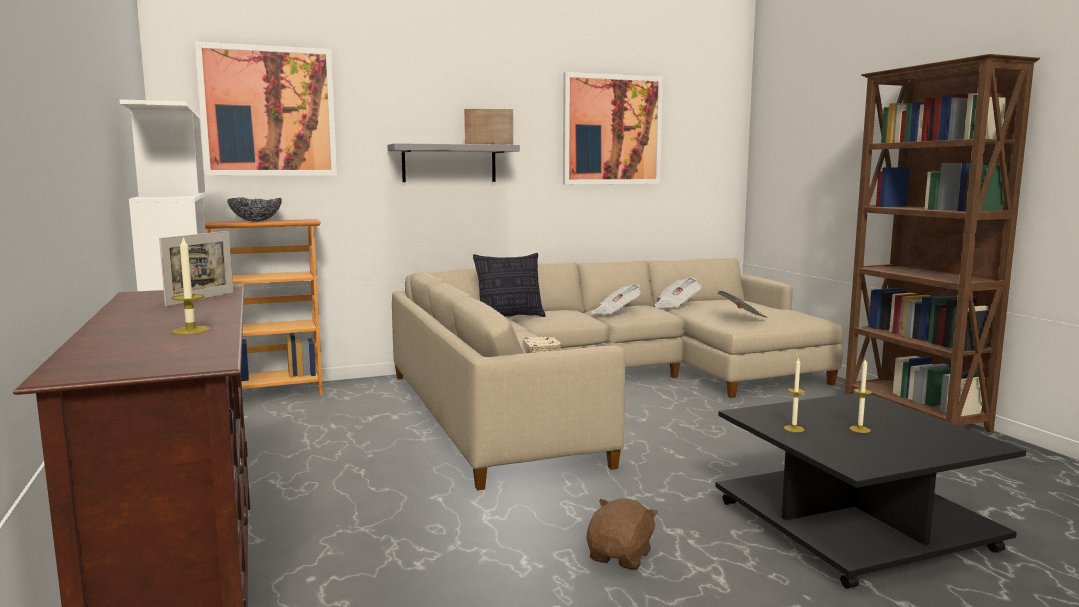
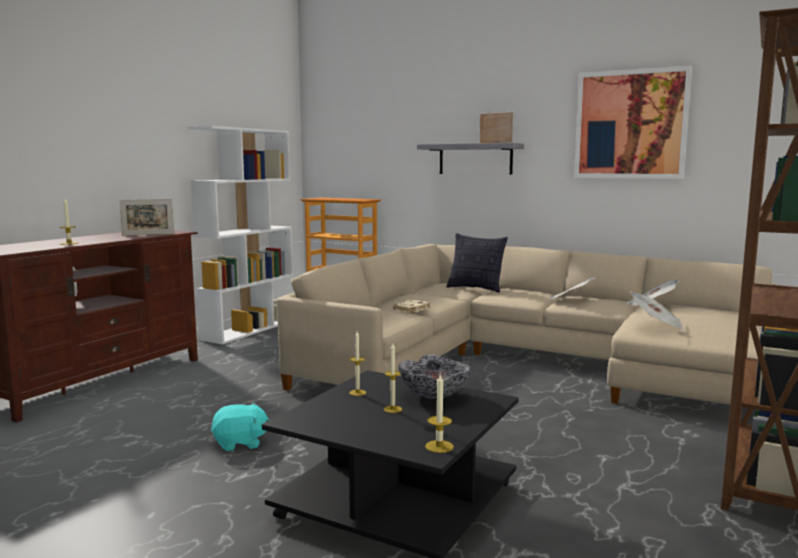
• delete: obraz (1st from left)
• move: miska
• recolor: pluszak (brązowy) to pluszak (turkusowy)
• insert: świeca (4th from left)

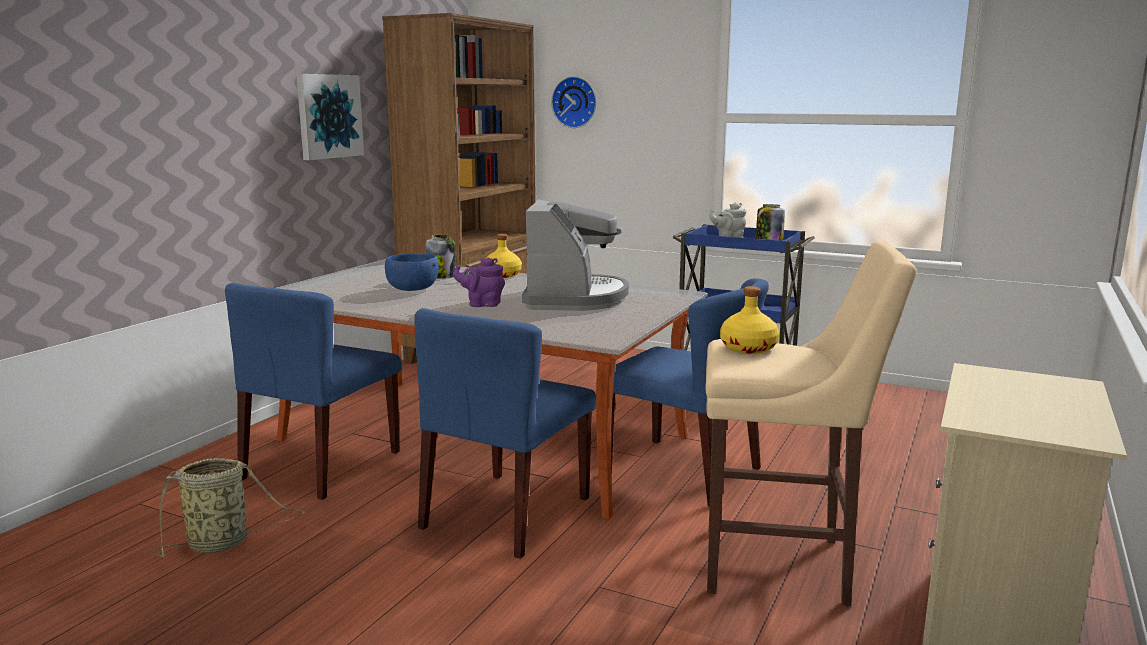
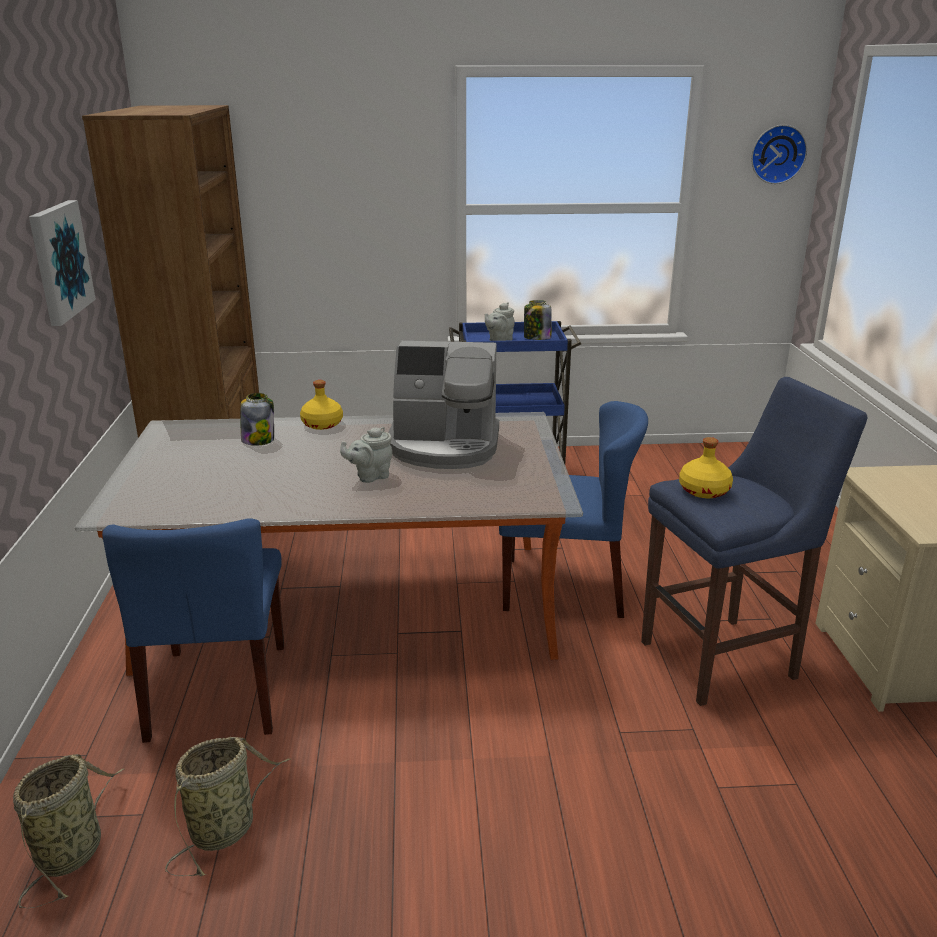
• delete: miska (niebieski)
• delete: krzesło (niebieski) (2nd from left)
• recolor: imbryk (fioletowy) to imbryk (szary) (1st from left)
• rotate: ekspres do kawy 120 degrees clockwise
• move: zegar ścienny
• recolor: stołek (beżowy) to stołek (niebieski)
• insert: koszyk (1st from left)

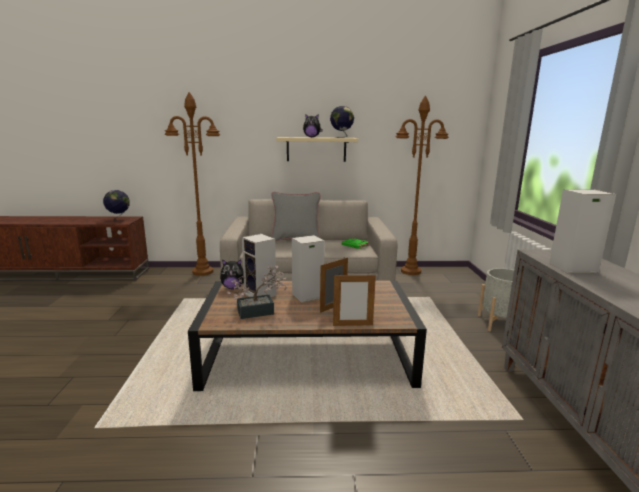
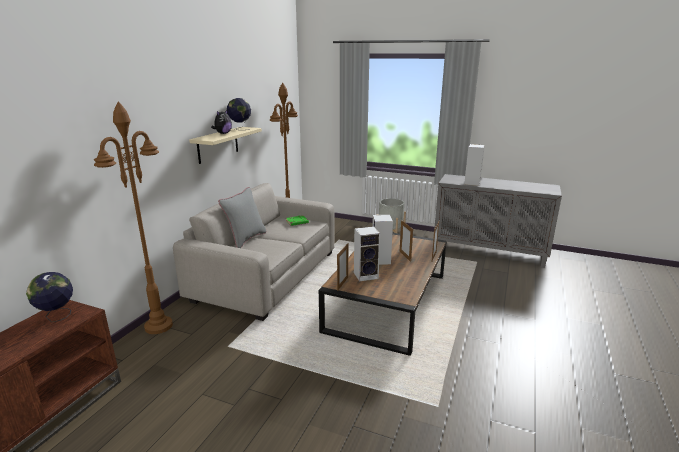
• replace: pluszak (1st from left) to ramka na zdjęcie (1st from left)
• delete: roślina doniczkowa

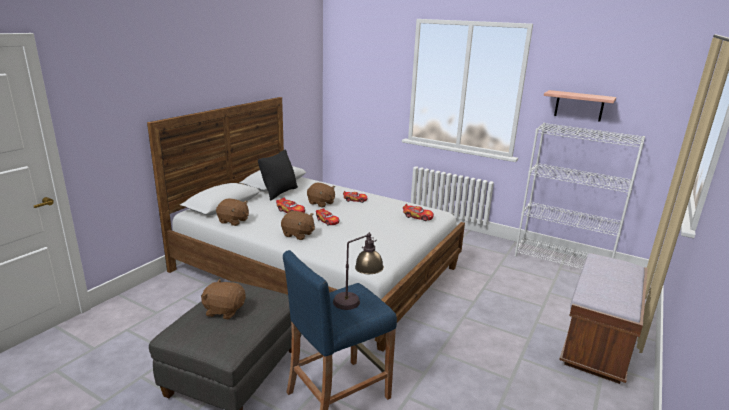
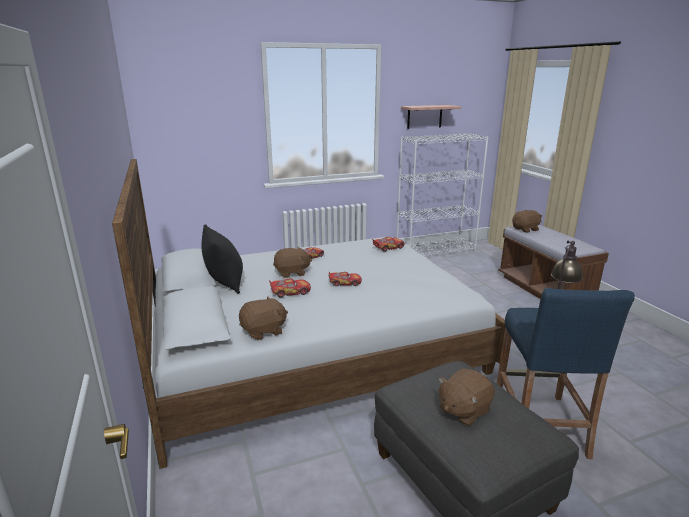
• move: pluszak (brązowy) (3rd from left in the first image) to pluszak (brązowy) (4th from left)

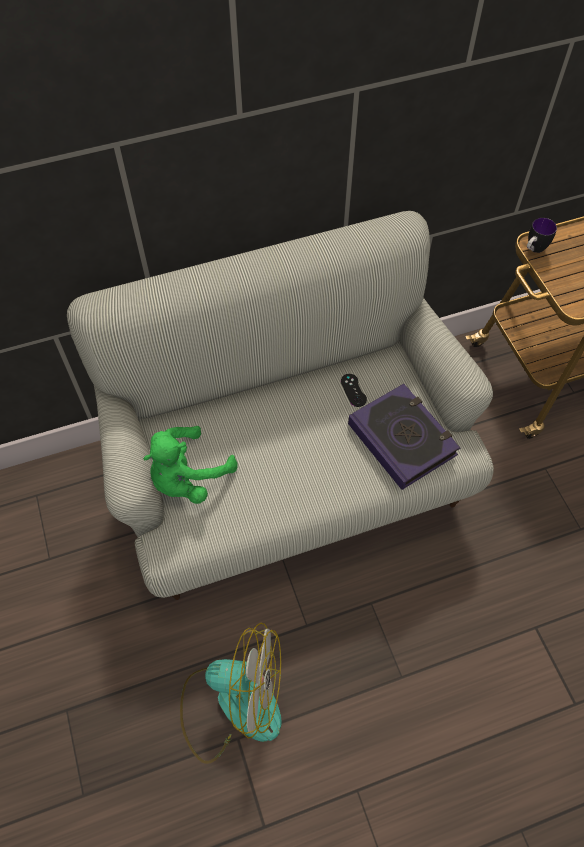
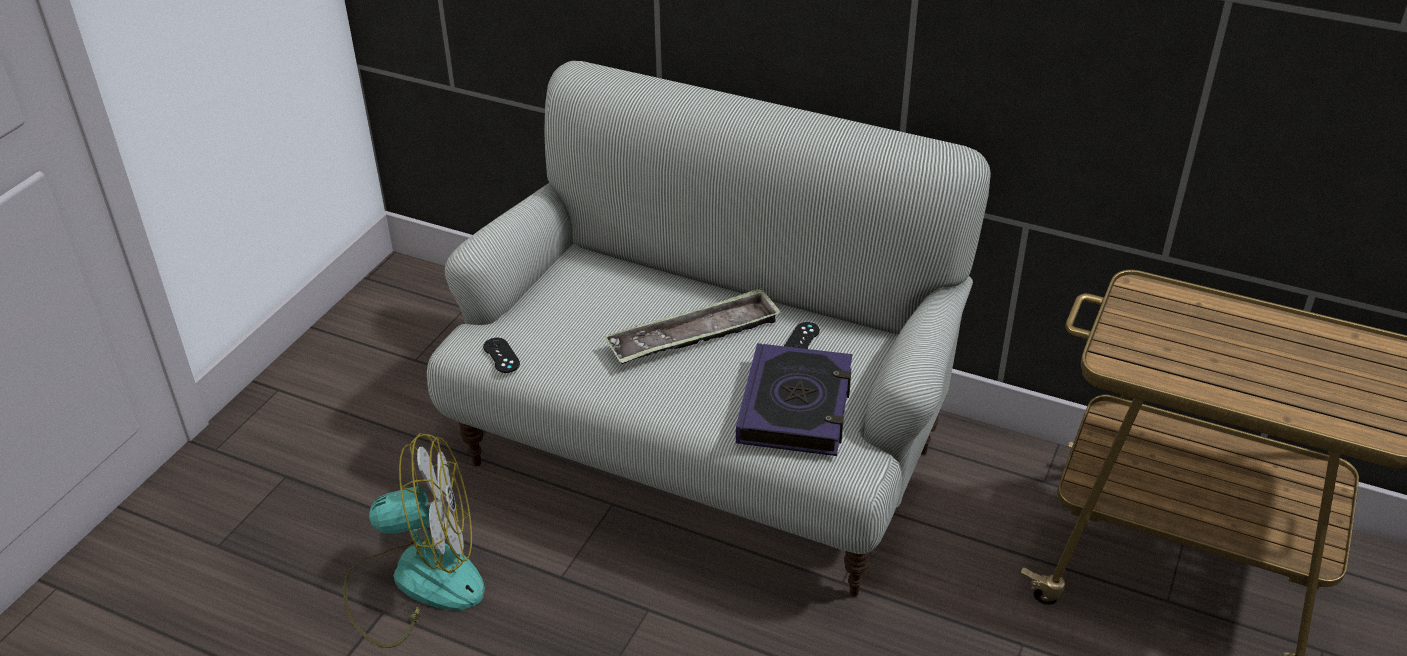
• delete: pluszak (zielony)
• rotate: wentylator 60 degrees counterclockwise
• delete: kubek
• insert: pad do gier (czarny) (1st from left)
• insert: taca

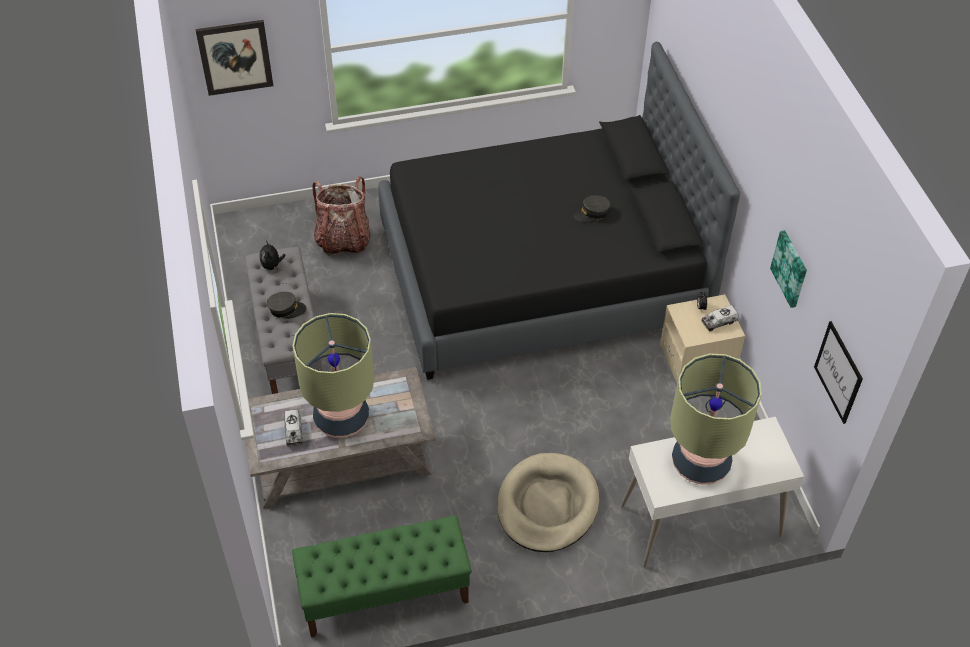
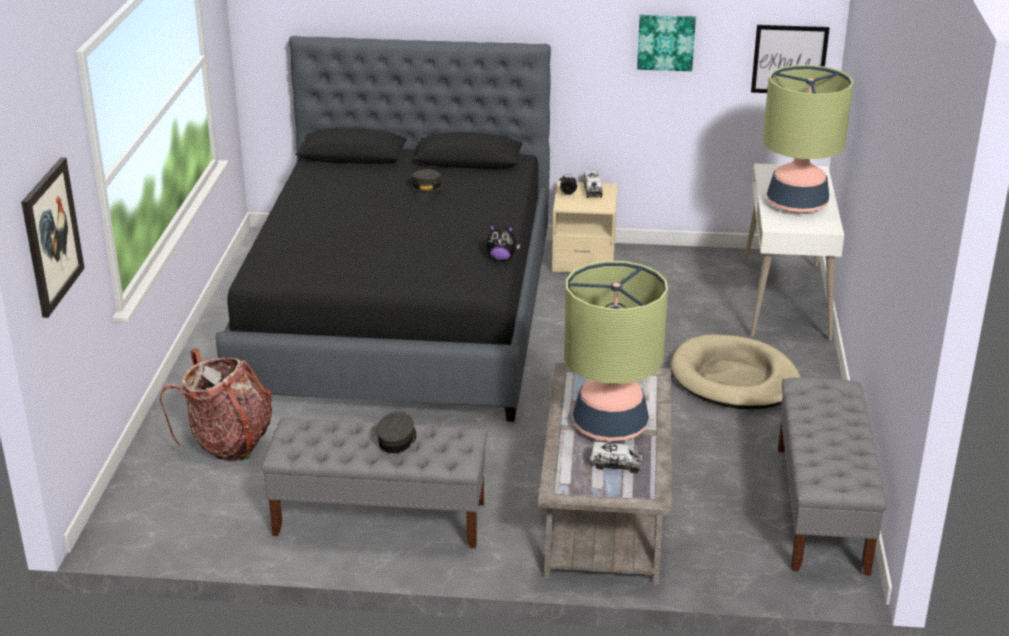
• move: pluszak
• recolor: ławka (zielony) to ławka (szary) (2nd from left)

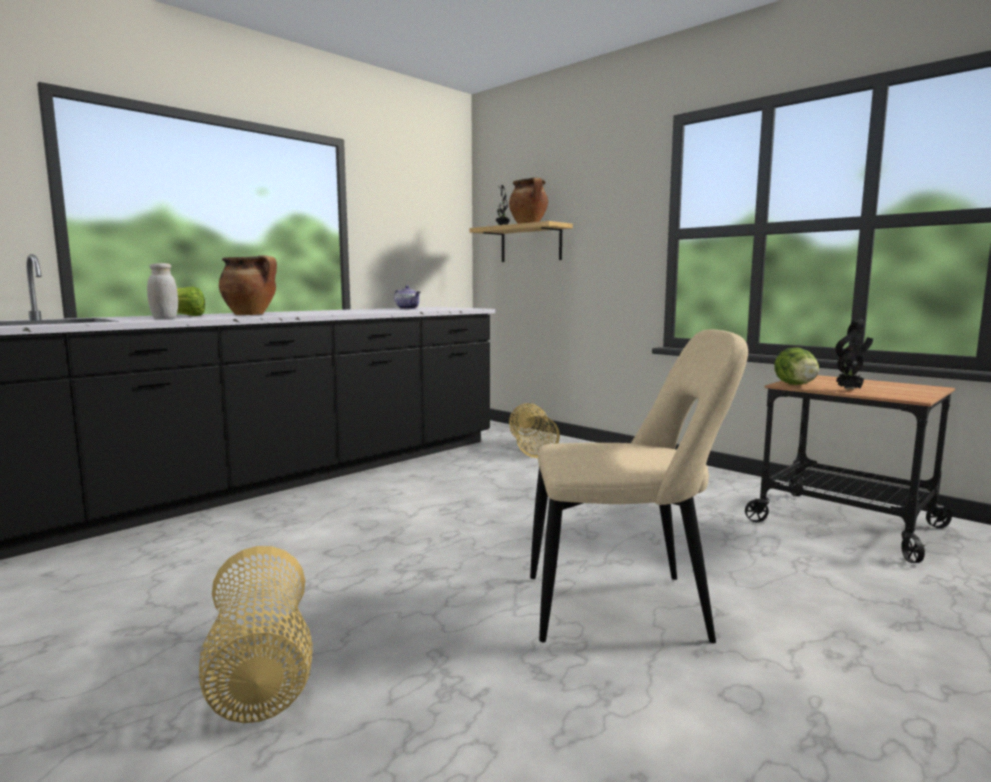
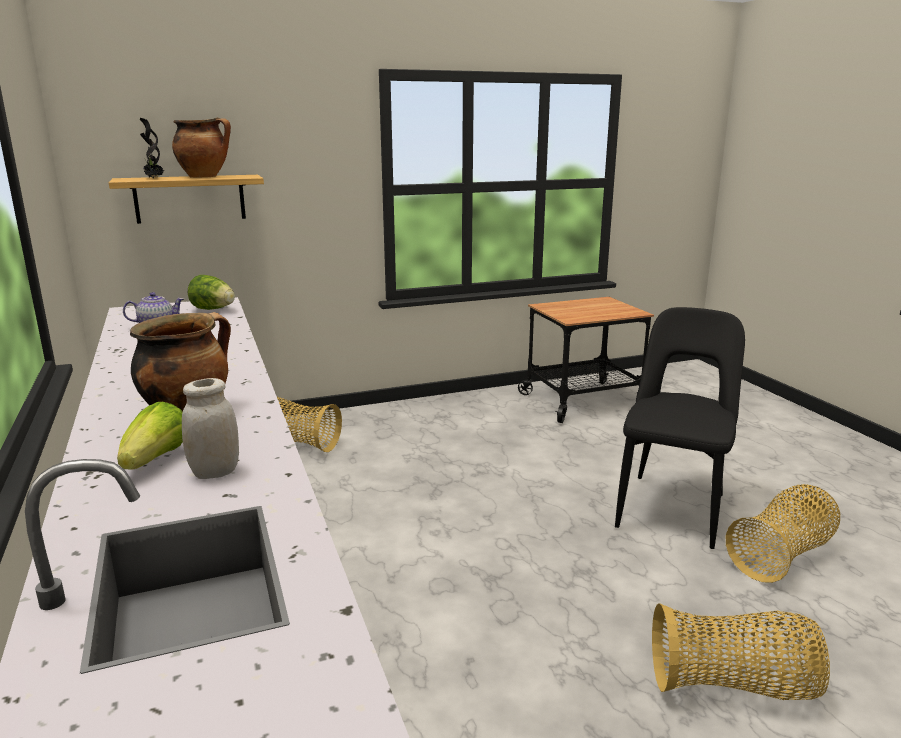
• recolor: krzesło (beżowy) to krzesło (czarny)
• move: sałata (2nd from left)
• delete: roślina doniczkowa (2nd from left)
• insert: koszyk (3rd from left)

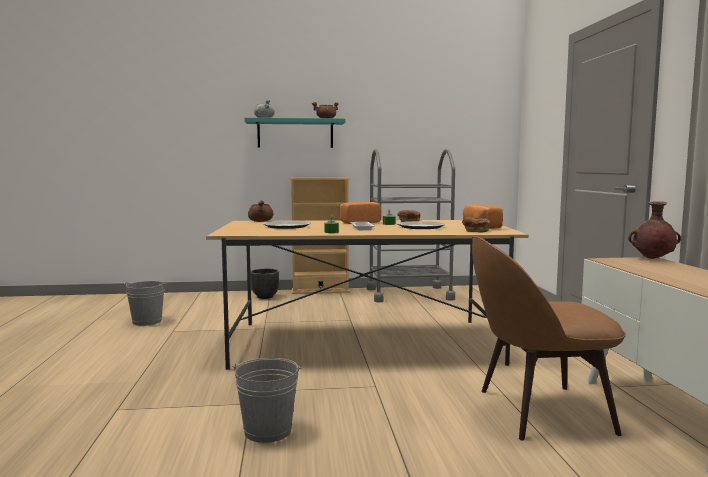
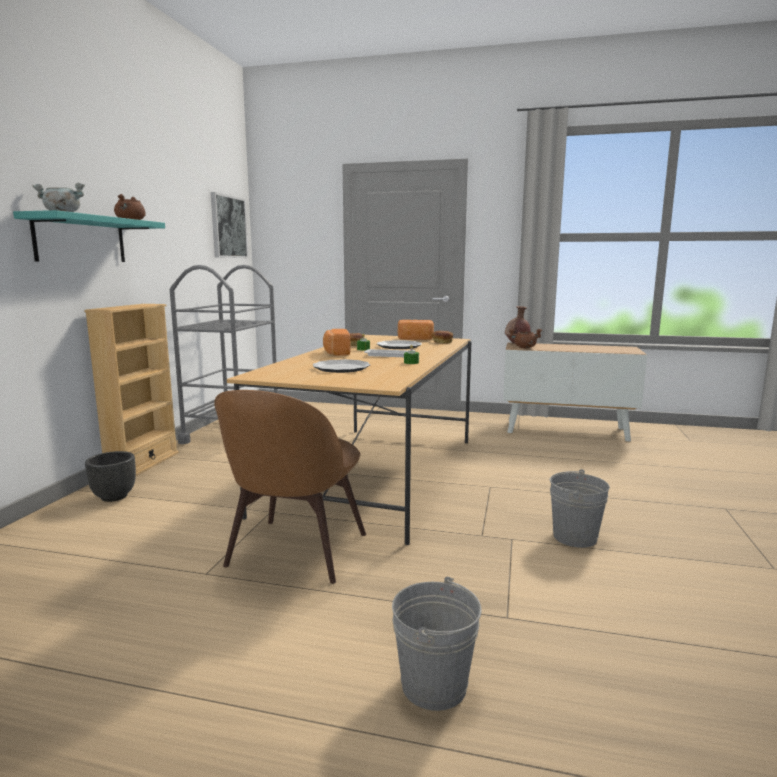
• move: wiadro (szary) (1st from left)
• move: garnek (brązowy) (1st from left in the first image) to garnek (brązowy) (2nd from left)
• move: krzesło (brązowy)
• insert: obraz

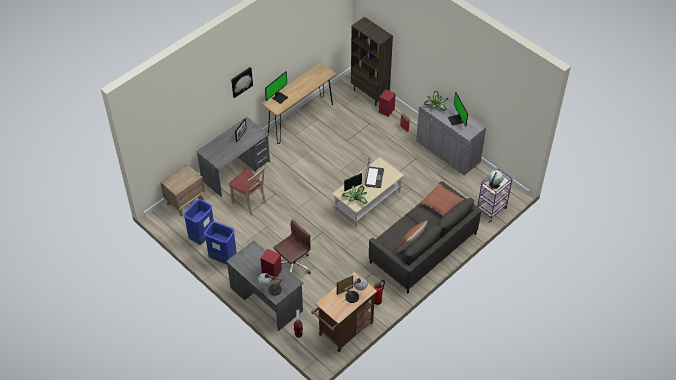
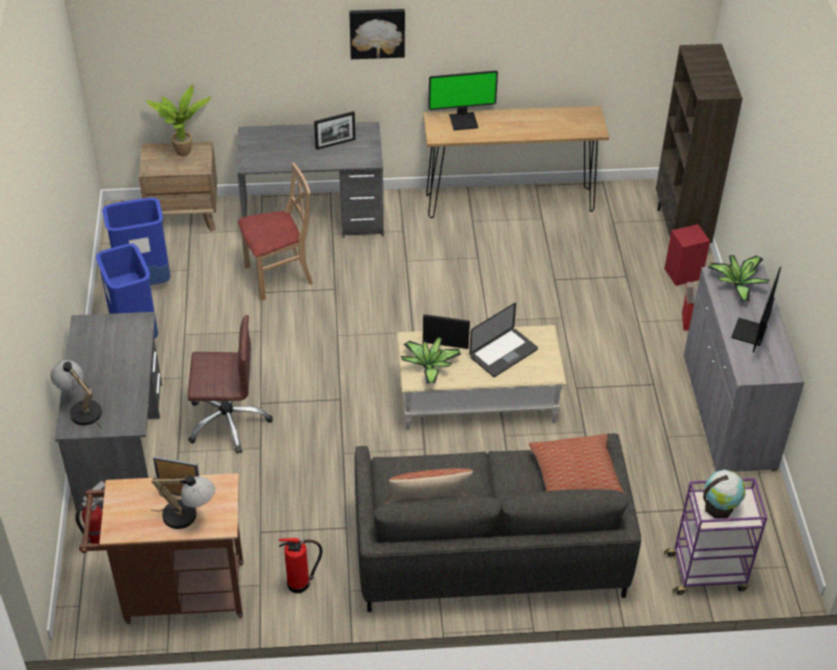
• rotate: krzesło (beżowy) 105 degrees counterclockwise
• delete: głośnik (czerwony) (1st from left)
• insert: roślina doniczkowa (1st from left)

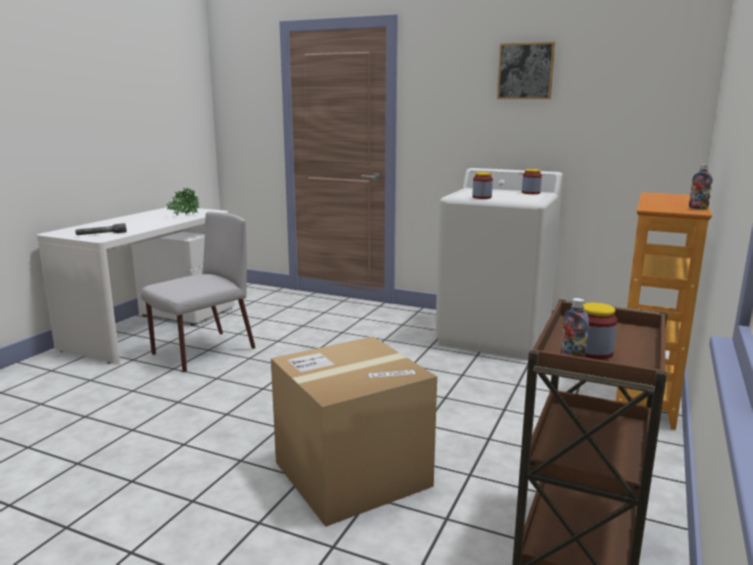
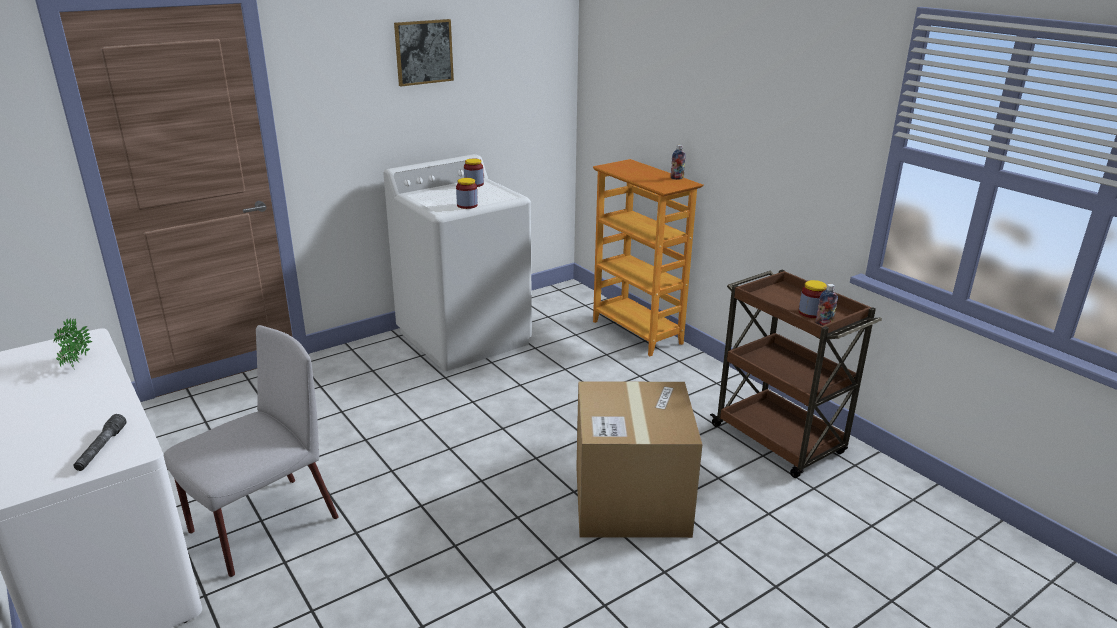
• rotate: krzesło (szary) 60 degrees clockwise

